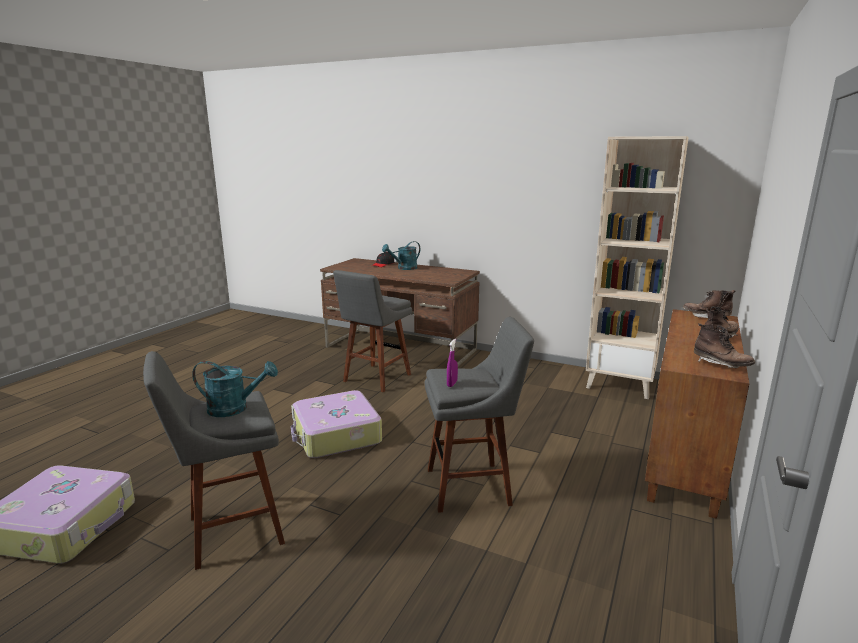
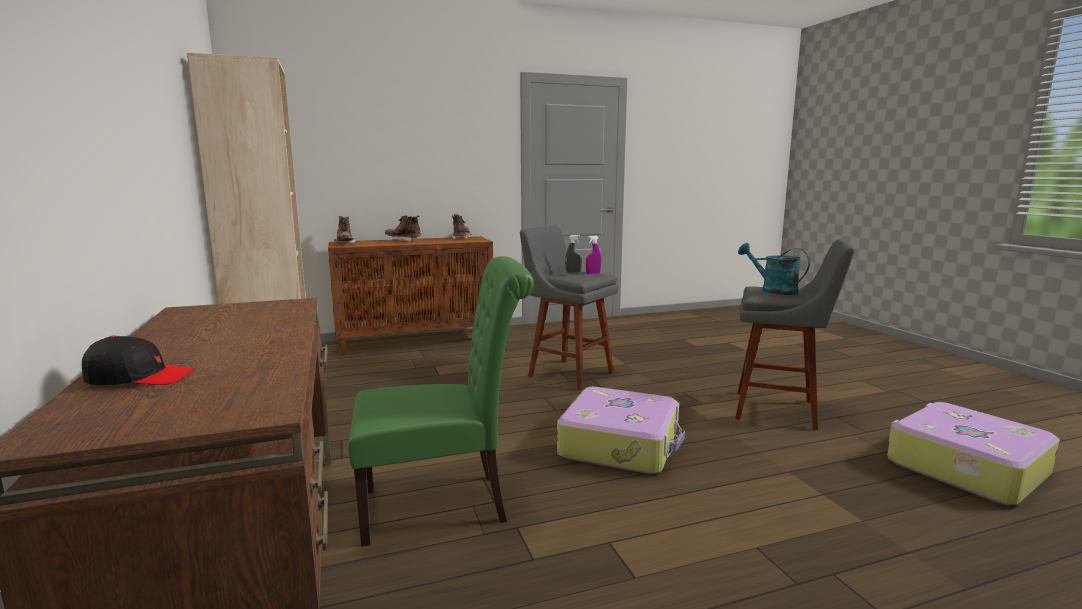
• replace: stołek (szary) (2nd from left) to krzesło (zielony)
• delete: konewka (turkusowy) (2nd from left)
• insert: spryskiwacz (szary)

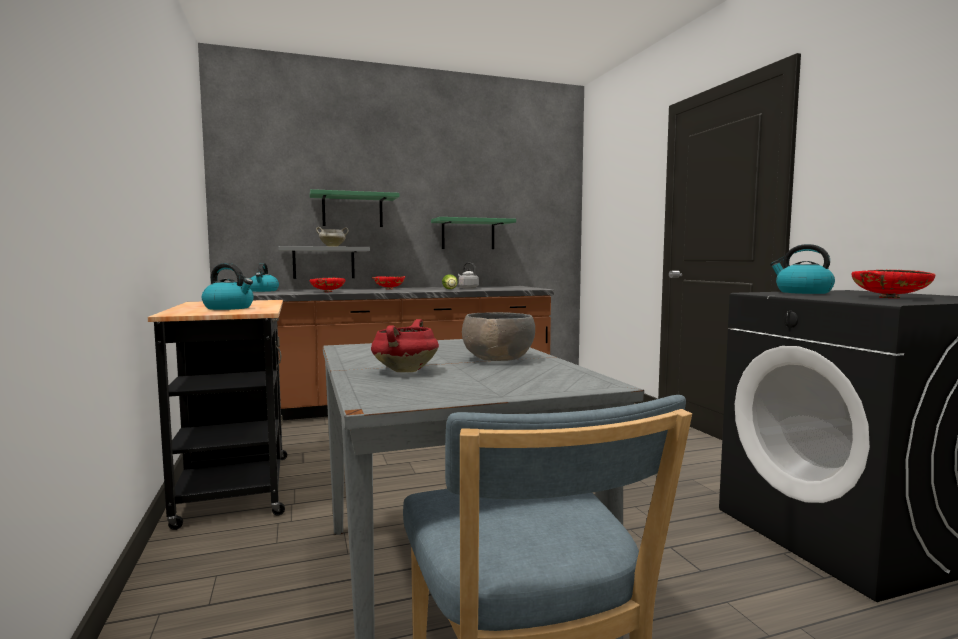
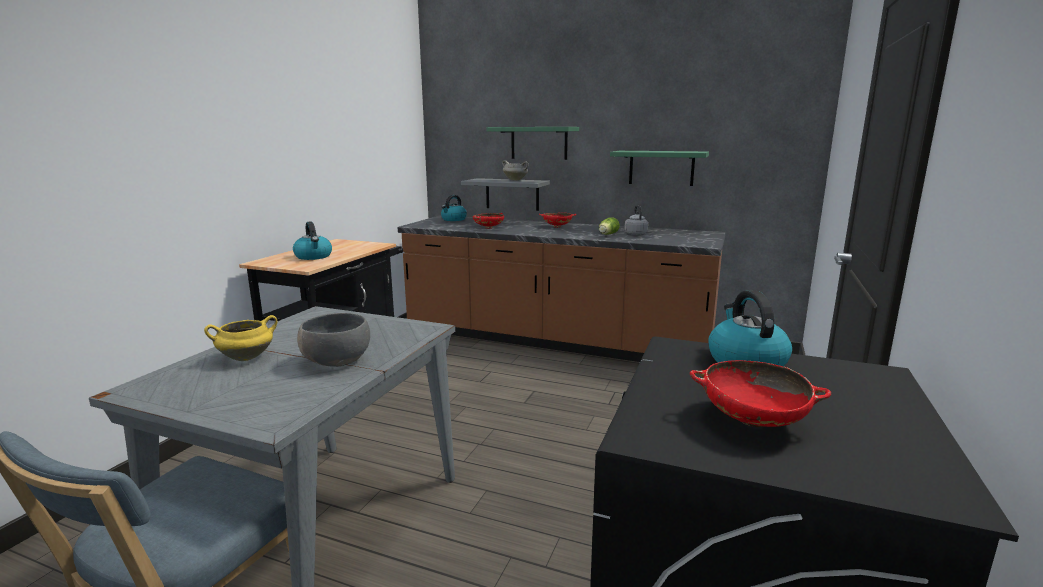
• recolor: garnek (czerwony) to garnek (żółty)

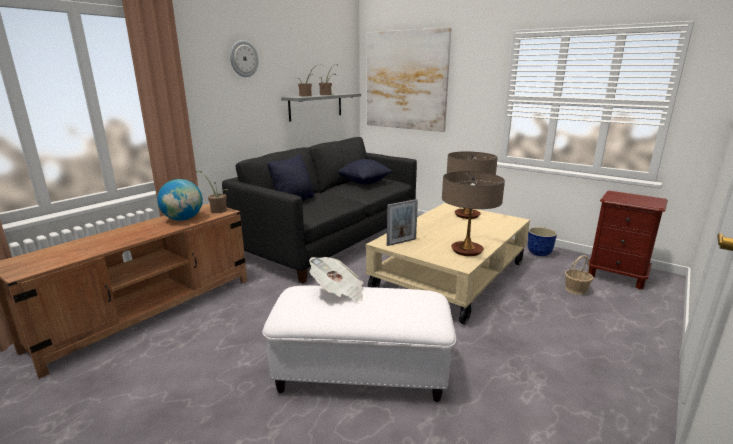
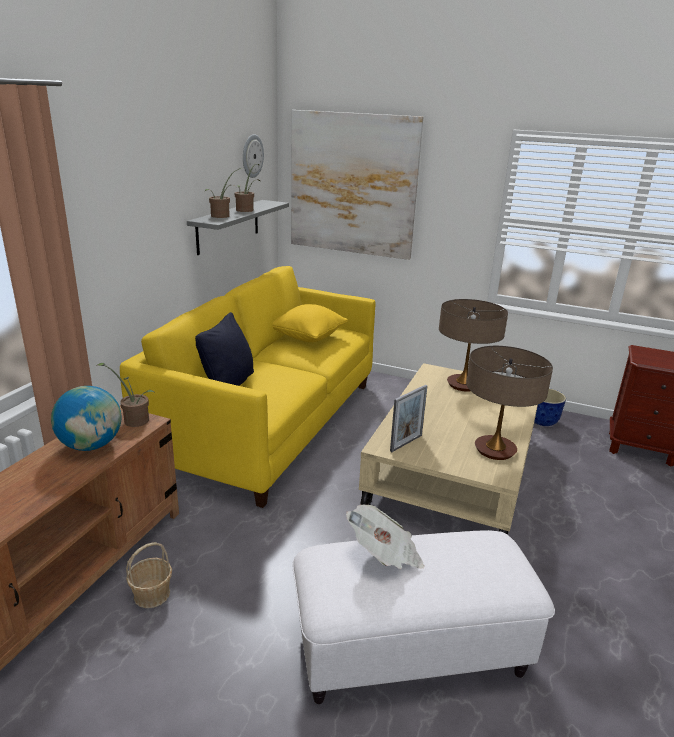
• recolor: kanapa (czarny) to kanapa (żółty)
• move: zegar ścienny
• recolor: poduszka (czarny) (2nd from left) to poduszka (żółty)
• move: koszyk

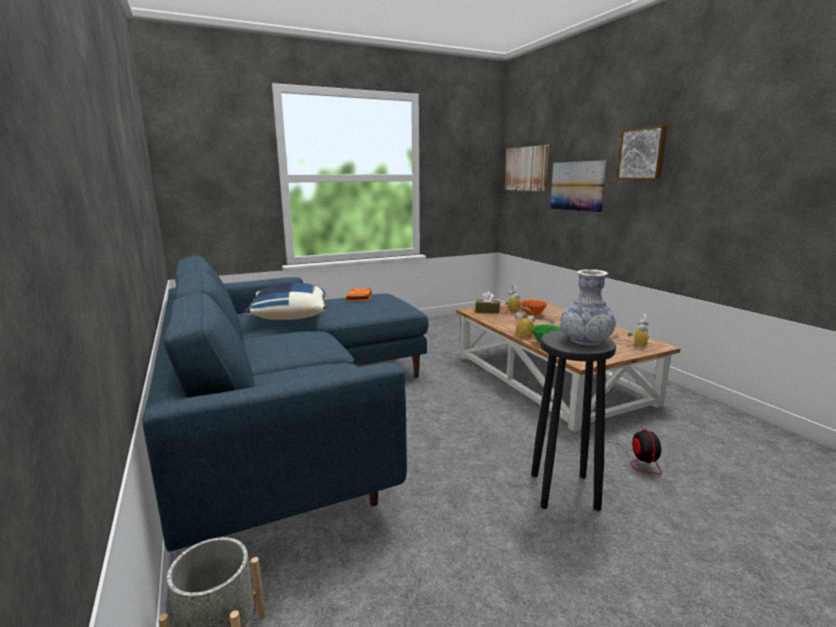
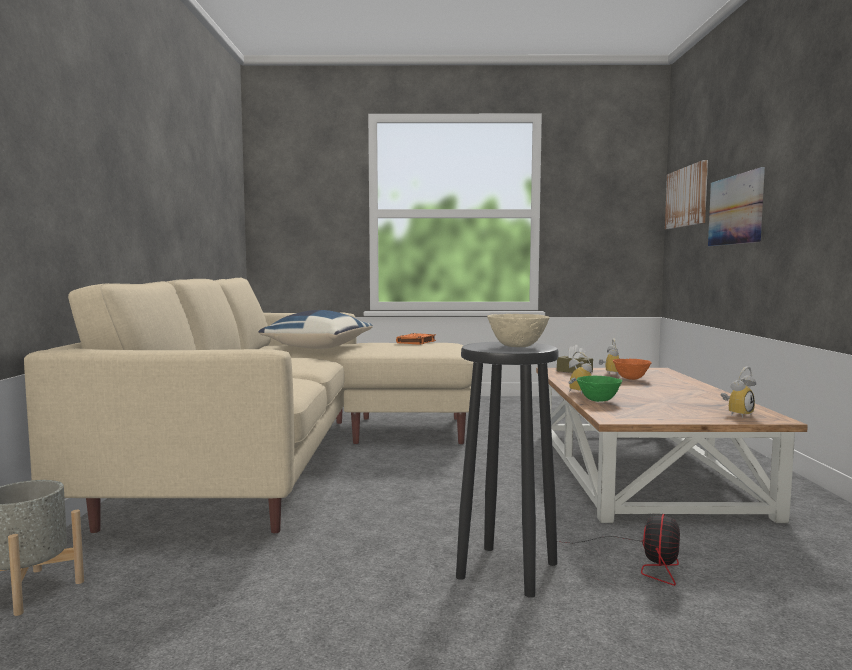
• recolor: kanapa (niebieski) to kanapa (beżowy)
• replace: wazon to miska (beżowy)
• delete: obraz (3rd from left)

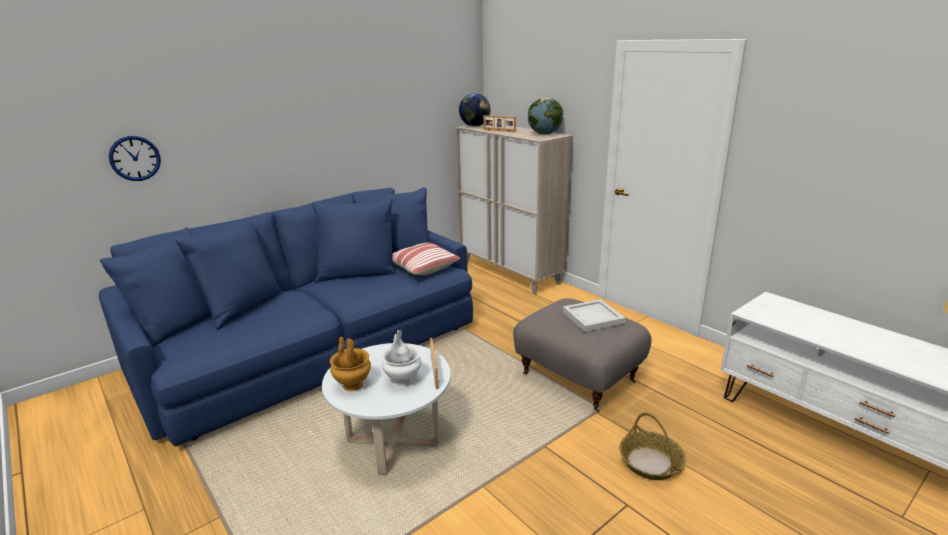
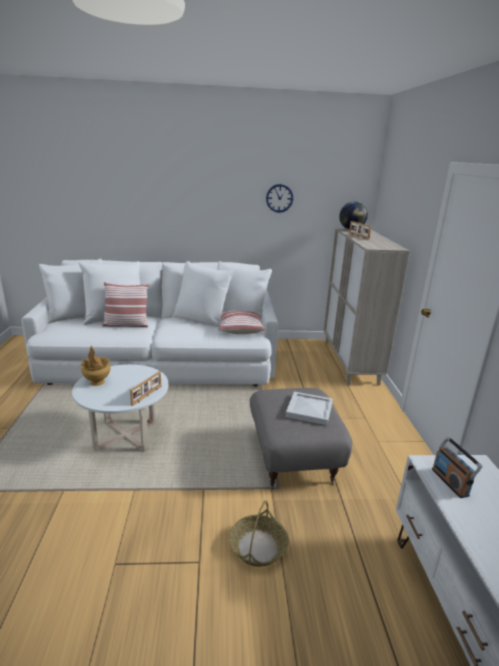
• recolor: kanapa (niebieski) to kanapa (biały)
• move: zegar ścienny
• delete: wazon (biały)
• delete: globus (2nd from left)
• insert: poduszka (1st from left)
• insert: radio

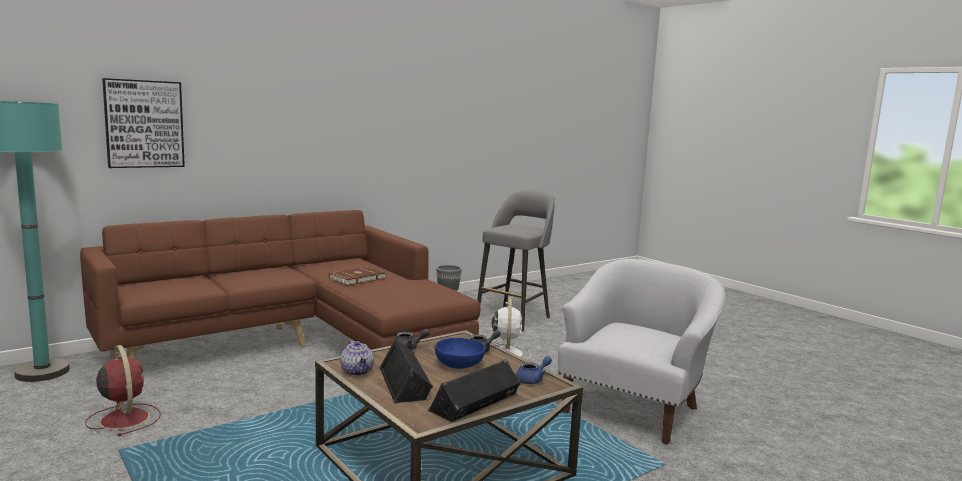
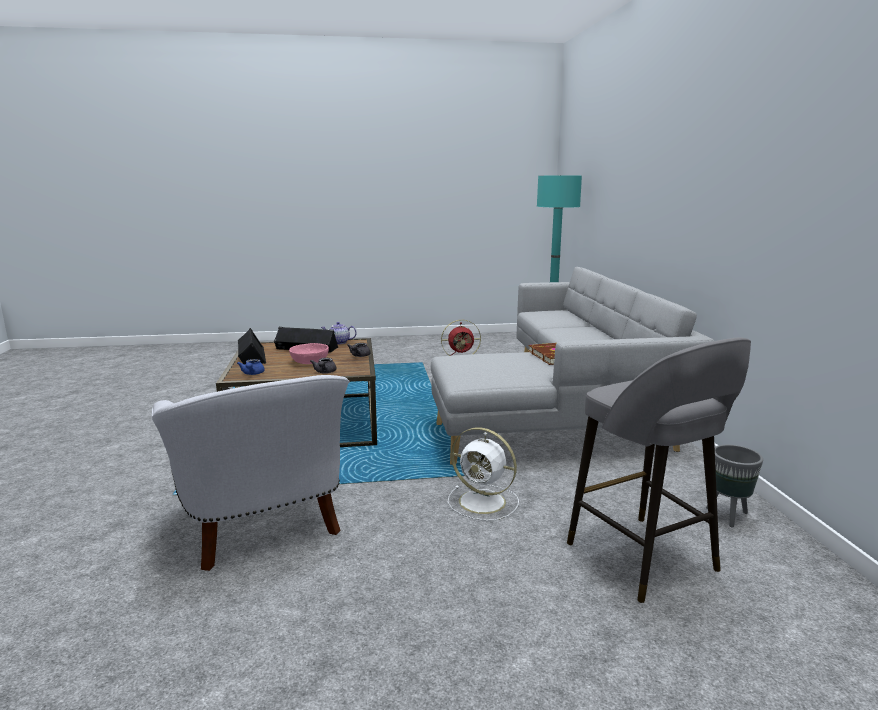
• recolor: kanapa (brązowy) to kanapa (szary)
• delete: obraz
• recolor: miska (niebieski) to miska (różowy)

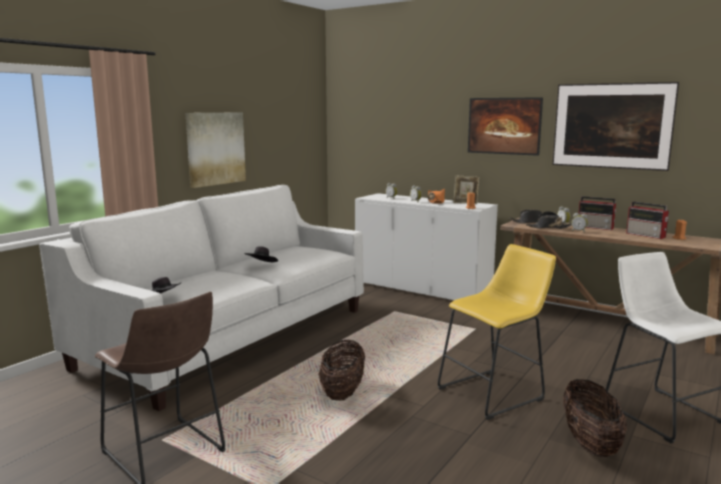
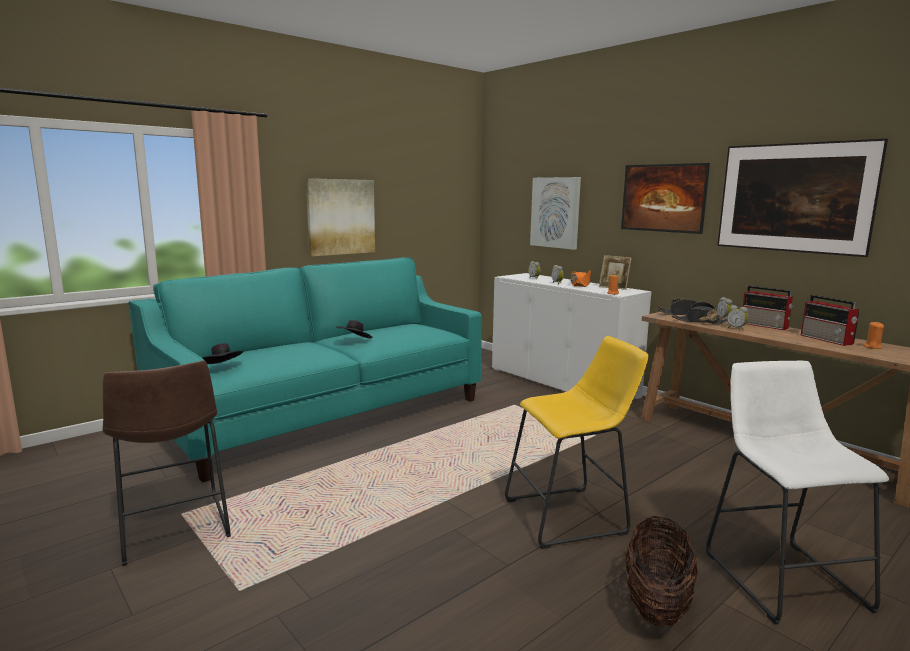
• recolor: kanapa (biały) to kanapa (turkusowy)
• delete: koszyk (1st from left)
• insert: obraz (2nd from left)

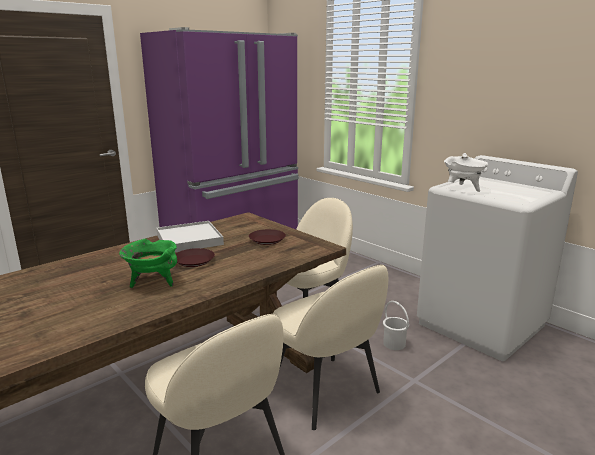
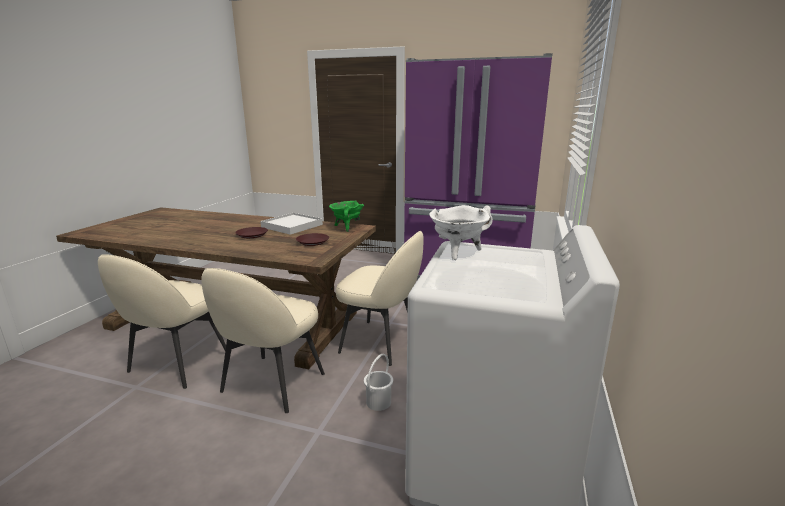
• move: garnek (zielony)

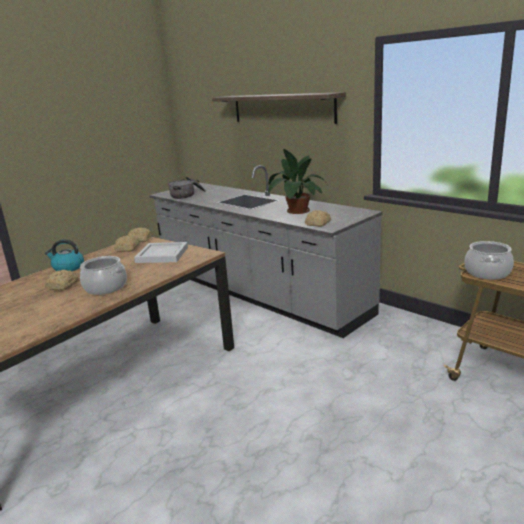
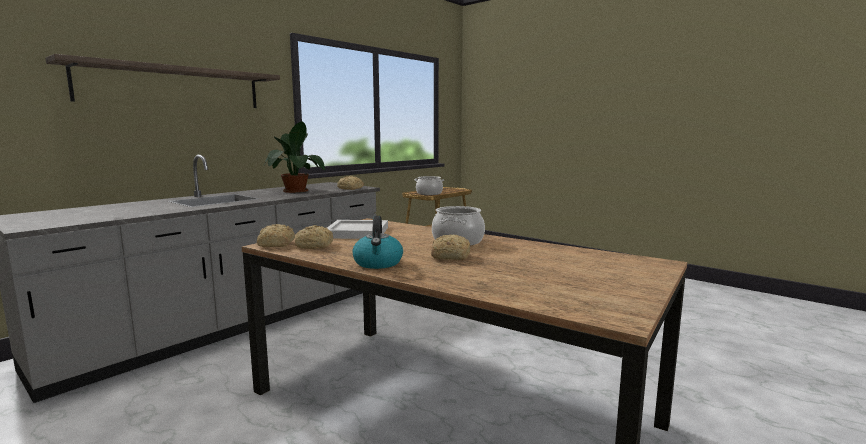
• delete: garnek (2nd from left)

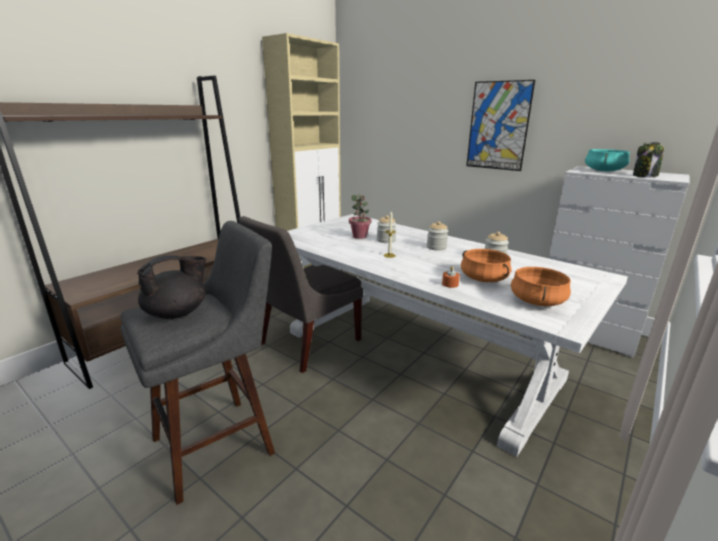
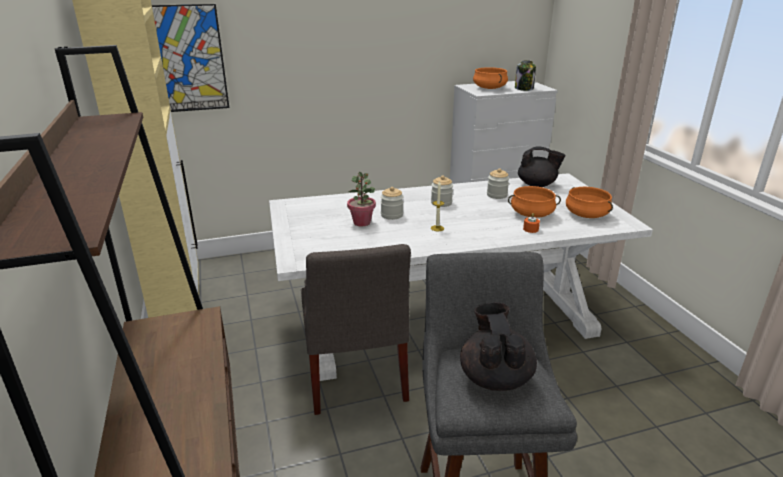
• move: obraz
• recolor: garnek (turkusowy) to garnek (pomarańczowy) (1st from left)
• insert: imbryk (czarny) (2nd from left)

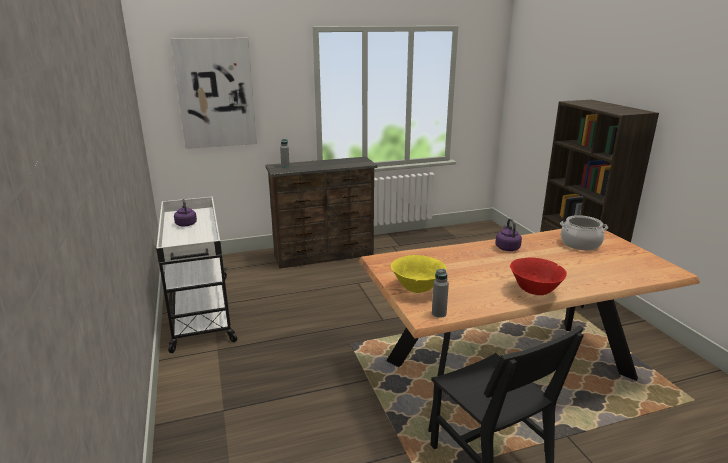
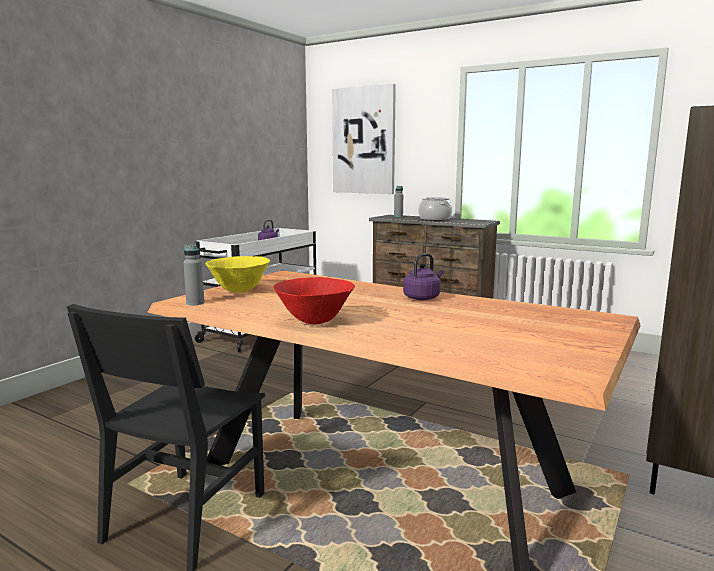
• move: garnek

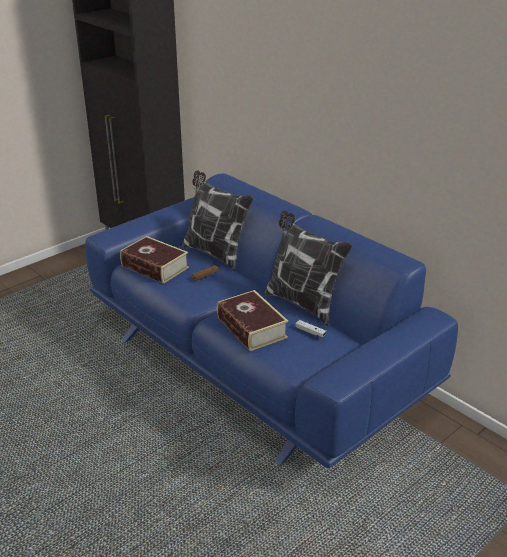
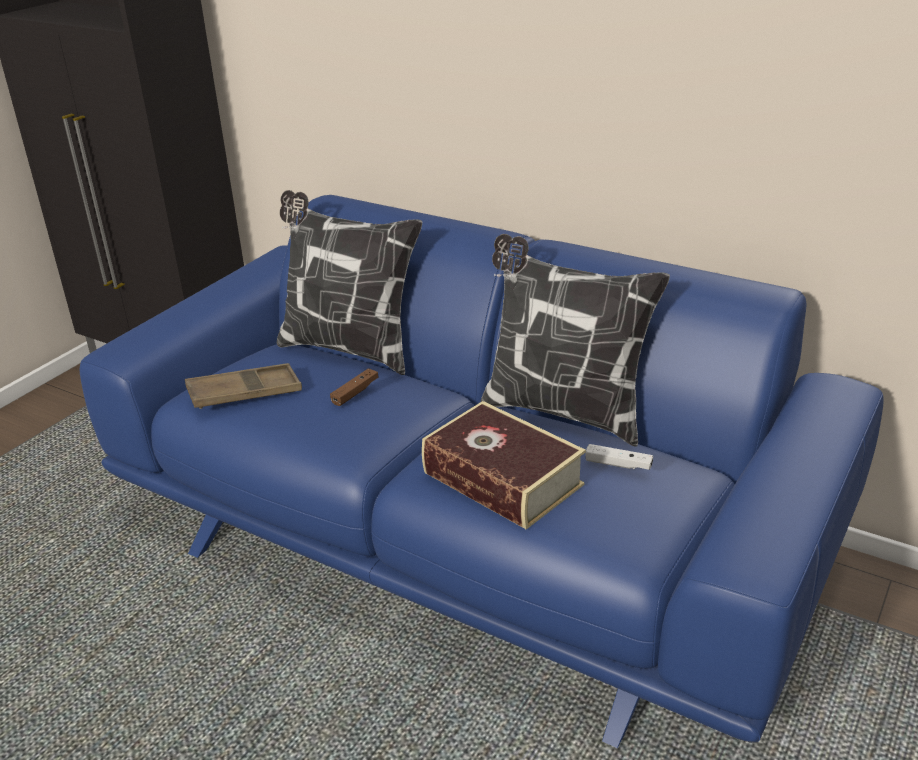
• replace: książka (1st from left) to taca (brązowy)

